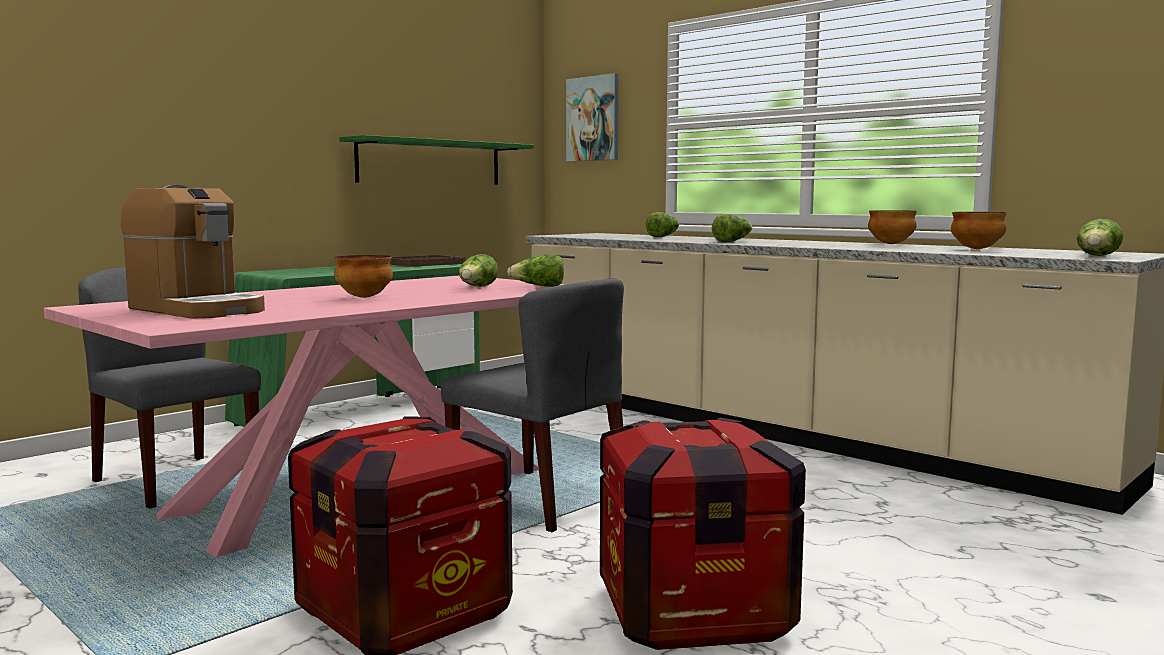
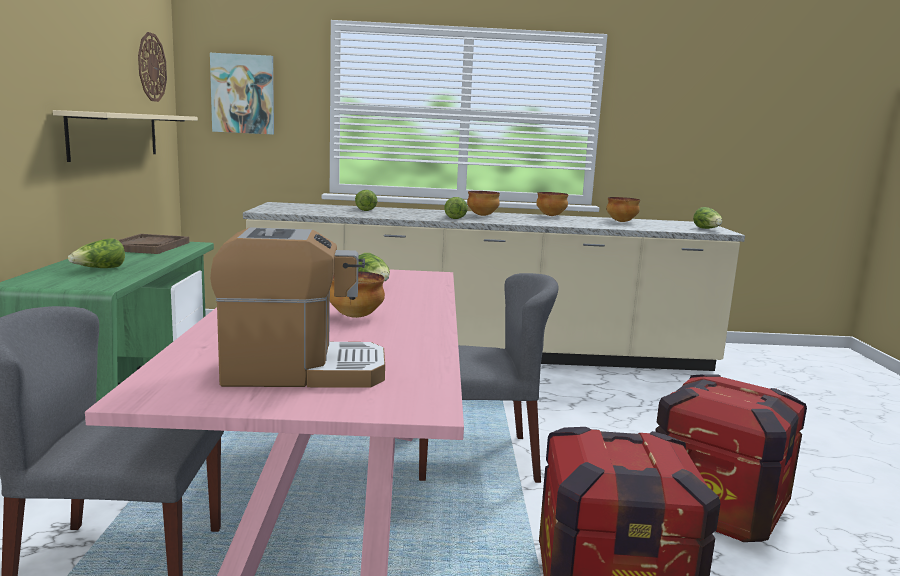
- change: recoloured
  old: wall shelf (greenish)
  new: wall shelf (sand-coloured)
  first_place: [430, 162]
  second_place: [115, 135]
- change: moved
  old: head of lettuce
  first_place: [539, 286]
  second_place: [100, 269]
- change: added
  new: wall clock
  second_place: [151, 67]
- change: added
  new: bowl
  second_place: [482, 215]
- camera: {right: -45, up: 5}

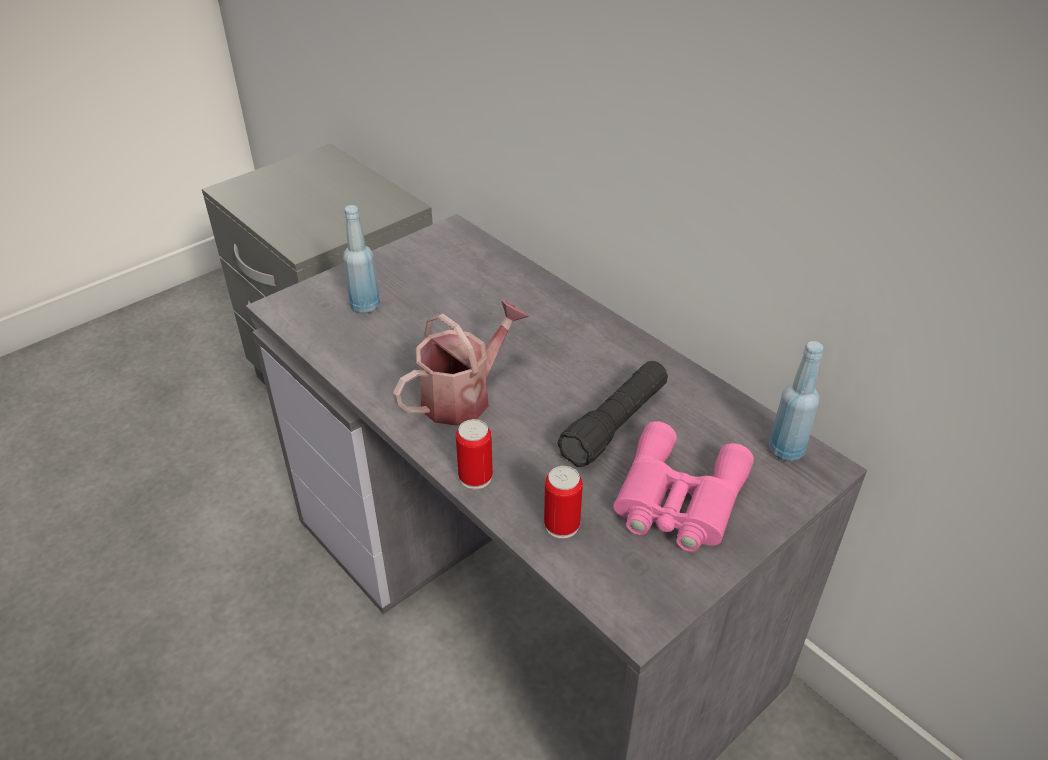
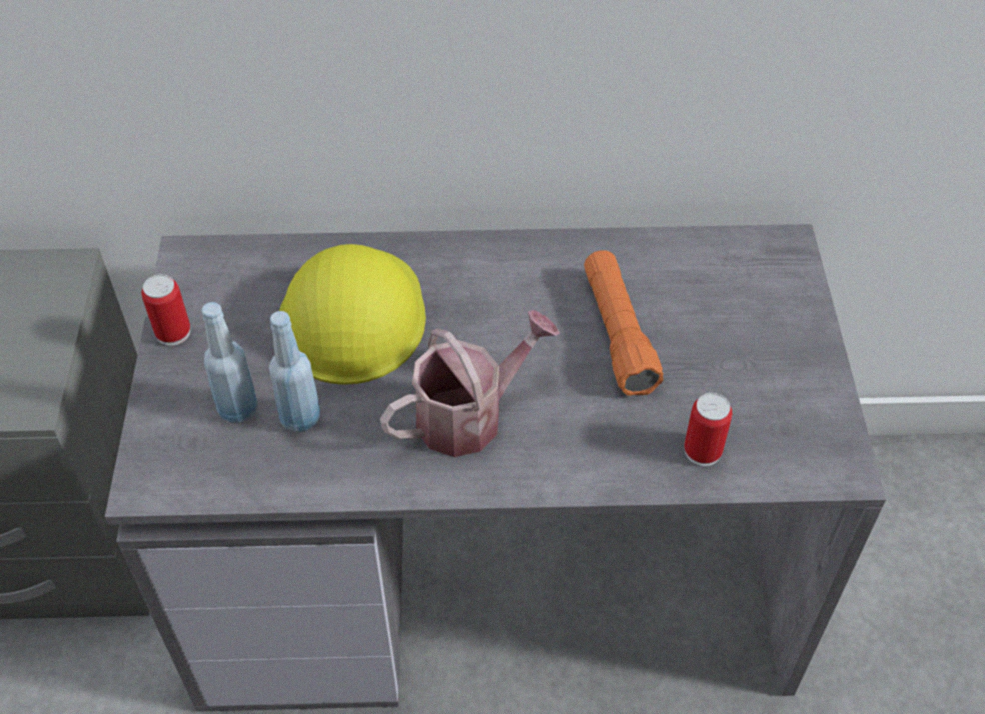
- change: turned
  old: watering can
  first_place: [463, 395]
  second_place: [470, 415]
  degrees: 60
- change: moved
  old: can
  first_place: [475, 477]
  second_place: [173, 332]
- change: recoloured
  old: torch (black)
  new: torch (orangey)
  first_place: [615, 424]
  second_place: [618, 334]
- change: removed
  old: binoculars (pink-coloured)
  first_place: [677, 500]
- change: moved
  old: drink bottle (blue)
  first_place: [786, 450]
  second_place: [300, 418]
- change: added
  new: safety helmet (yellow-coloured)
  second_place: [351, 315]
- camera: {right: -50, up: 10}

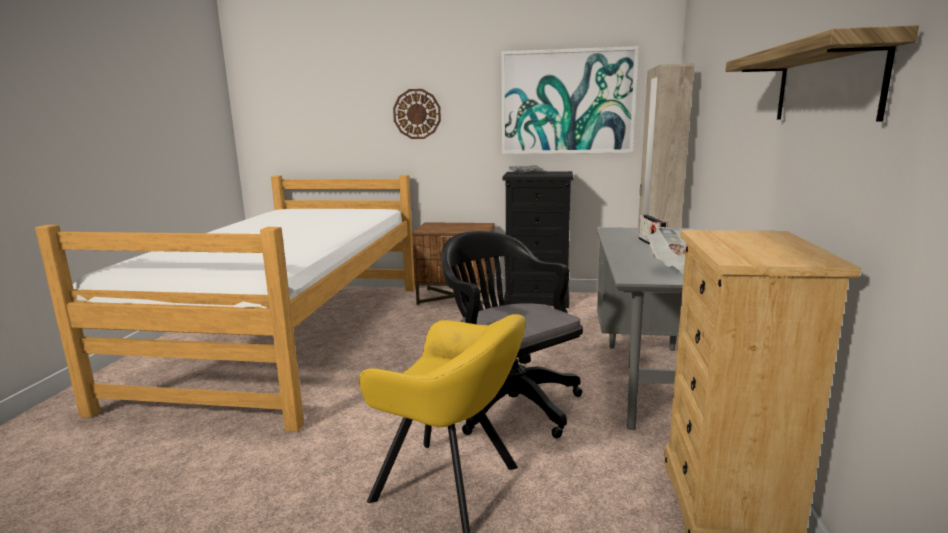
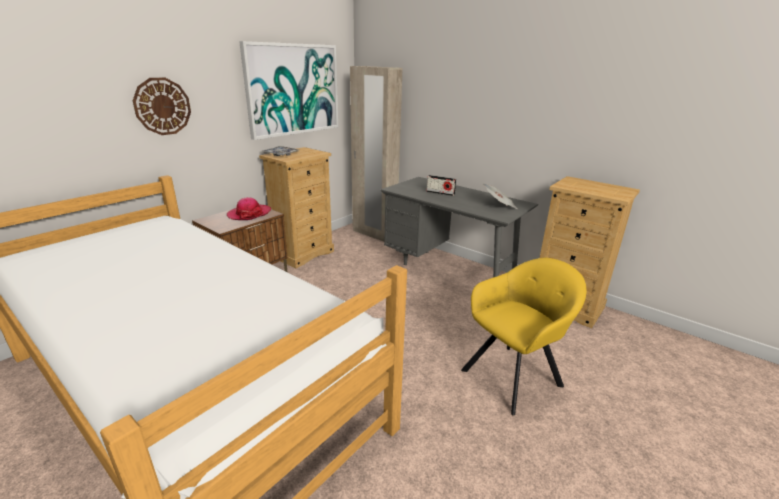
- change: removed
  old: office chair (black)
  first_place: [508, 401]
- change: recoloured
  old: dresser (black)
  new: dresser (sand-coloured)
  first_place: [537, 299]
  second_place: [303, 253]
- change: removed
  old: wall shelf
  first_place: [826, 84]
- change: added
  new: clothing hat
  second_place: [249, 214]
- camera: {right: -60, up: 10}

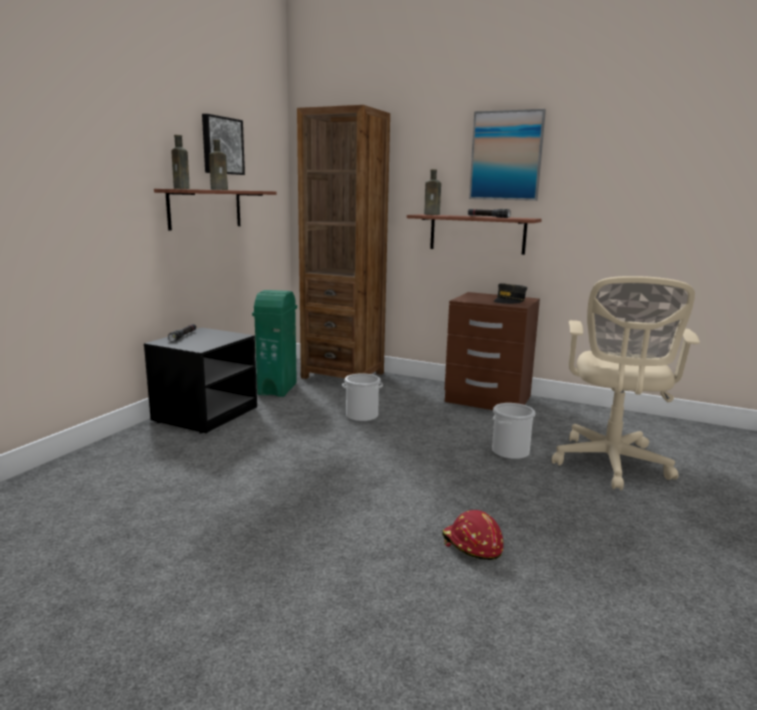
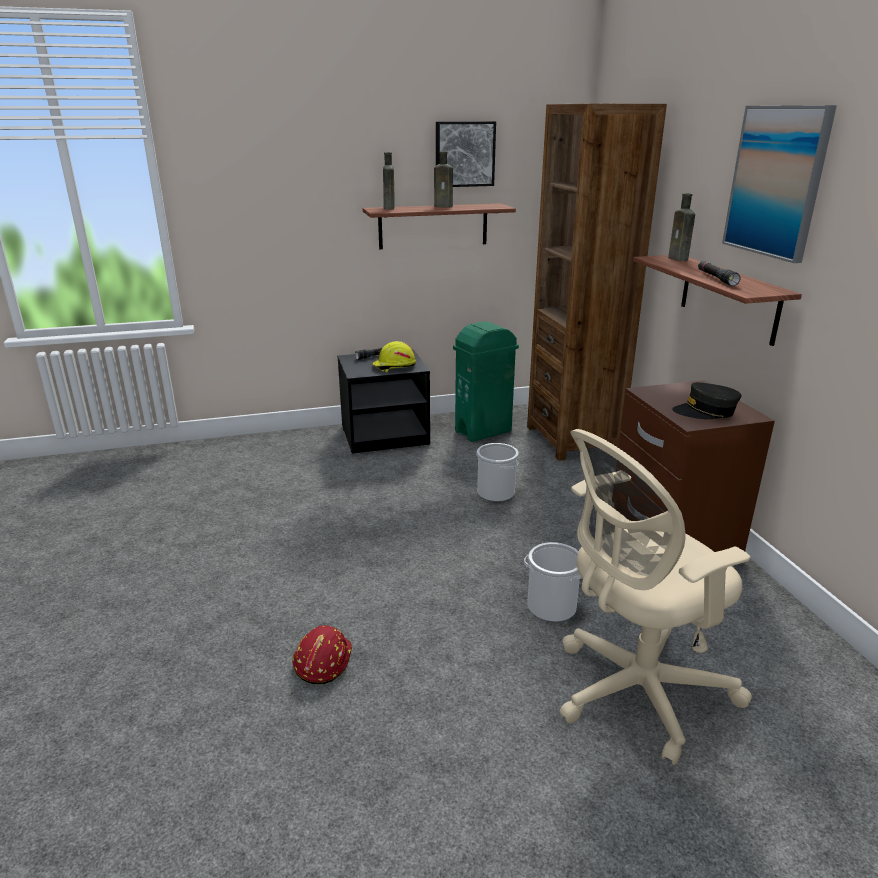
- change: added
  new: safety helmet (yellow-coloured)
  second_place: [394, 366]
- camera: {right: 50, up: 10}

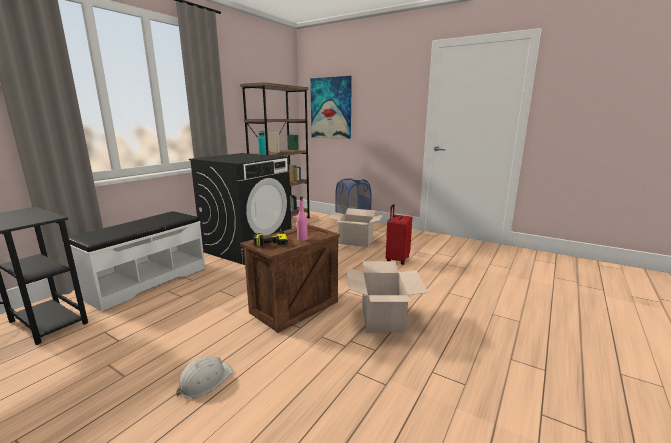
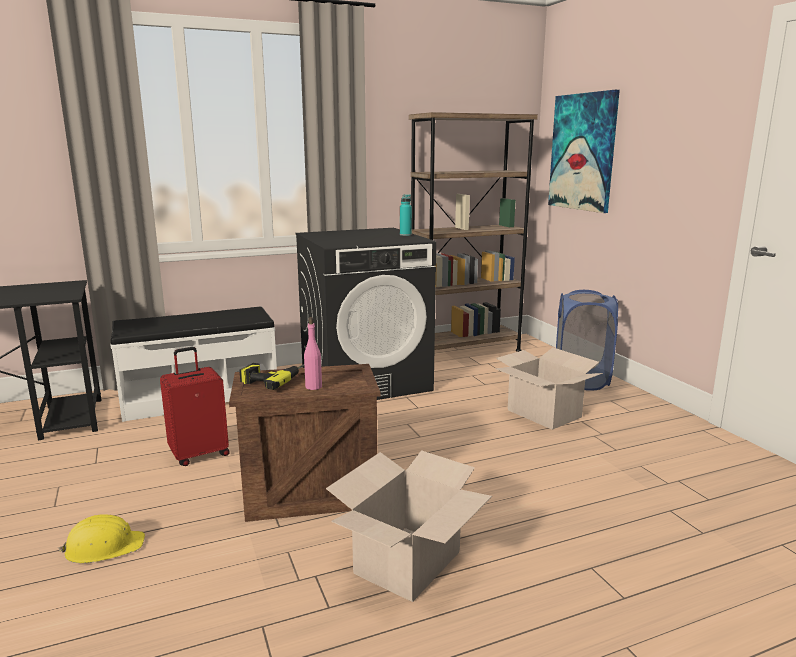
- change: recoloured
  old: safety helmet (white)
  new: safety helmet (yellow-coloured)
  first_place: [204, 381]
  second_place: [104, 547]
- change: moved
  old: travel case (red)
  first_place: [397, 260]
  second_place: [199, 454]
- camera: {right: 35, up: 0}

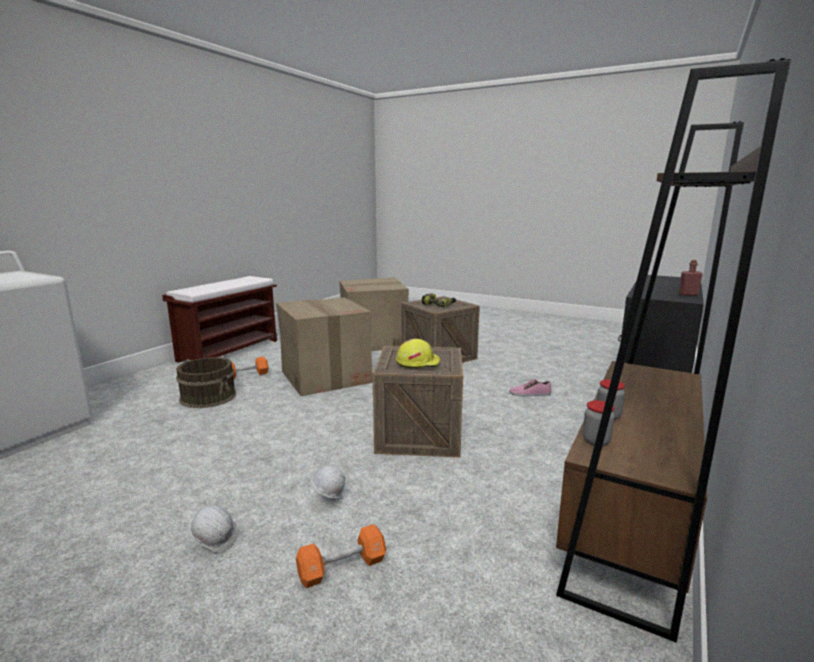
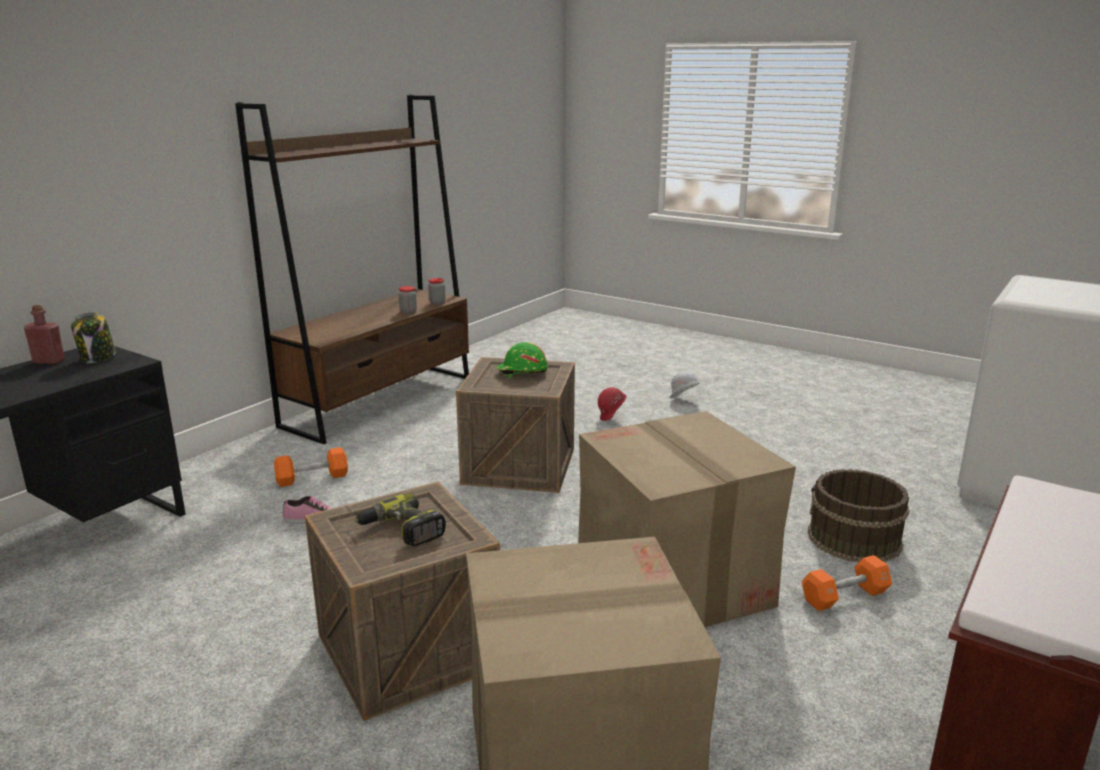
- change: moved
  old: hand weight (orangey)
  first_place: [342, 568]
  second_place: [312, 478]
- change: recoloured
  old: safety helmet (white)
  new: safety helmet (red)
  first_place: [328, 500]
  second_place: [611, 418]
- change: recoloured
  old: safety helmet (yellow-coloured)
  new: safety helmet (greenish)
  first_place: [418, 363]
  second_place: [522, 371]
- change: added
  new: jar
  second_place: [98, 358]
- camera: {right: -175, up: 5}

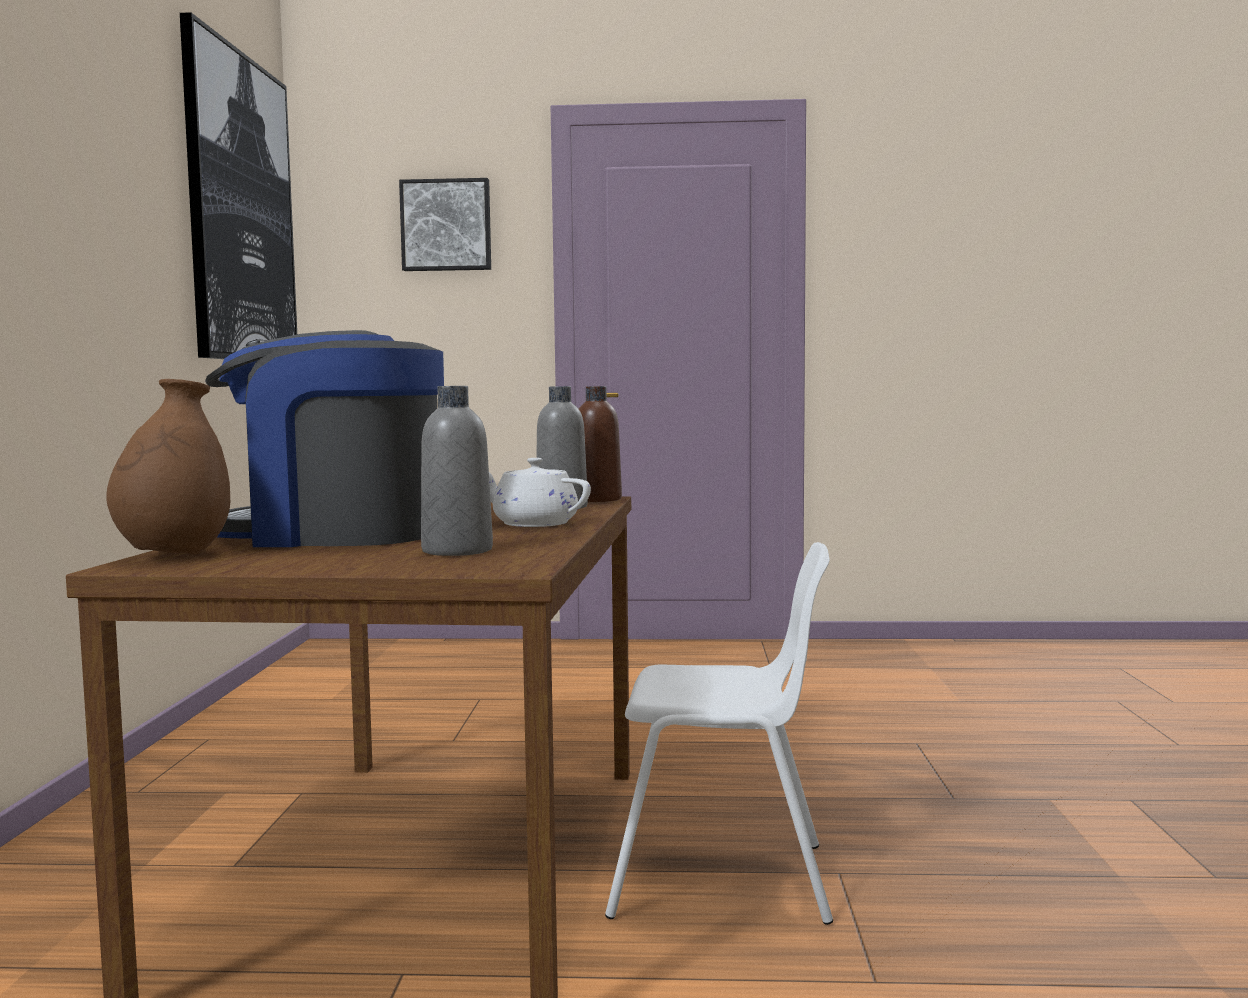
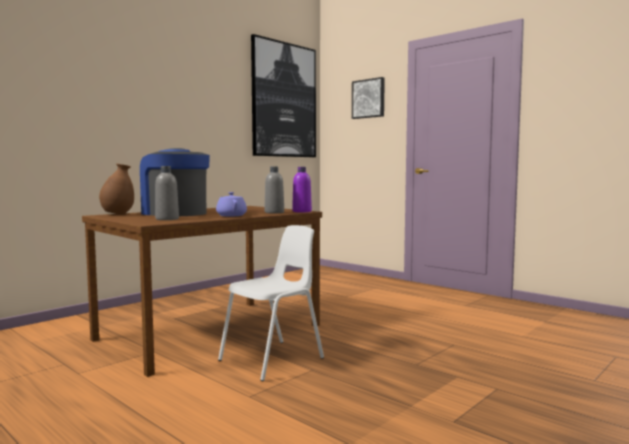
- change: recoloured
  old: tea pot (white)
  new: tea pot (purplish)
  first_place: [533, 524]
  second_place: [231, 215]
- change: recoloured
  old: drink bottle (brown)
  new: drink bottle (purplish)
  first_place: [597, 499]
  second_place: [302, 211]
- change: turned
  old: upright chair (white)
  first_place: [722, 880]
  second_place: [273, 359]
  degrees: -90
- camera: {right: 40, up: 0}

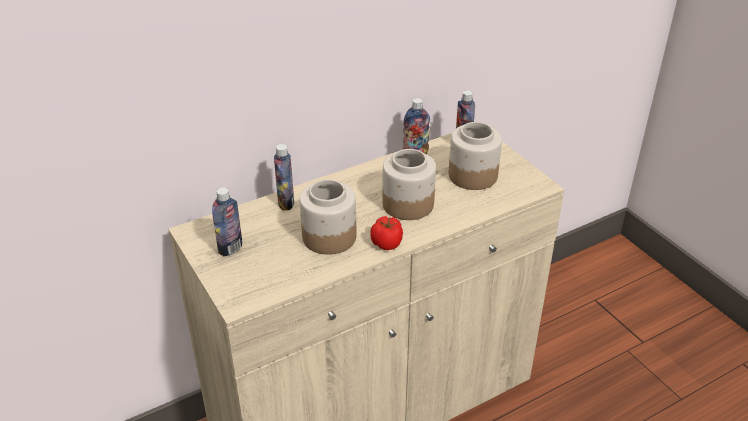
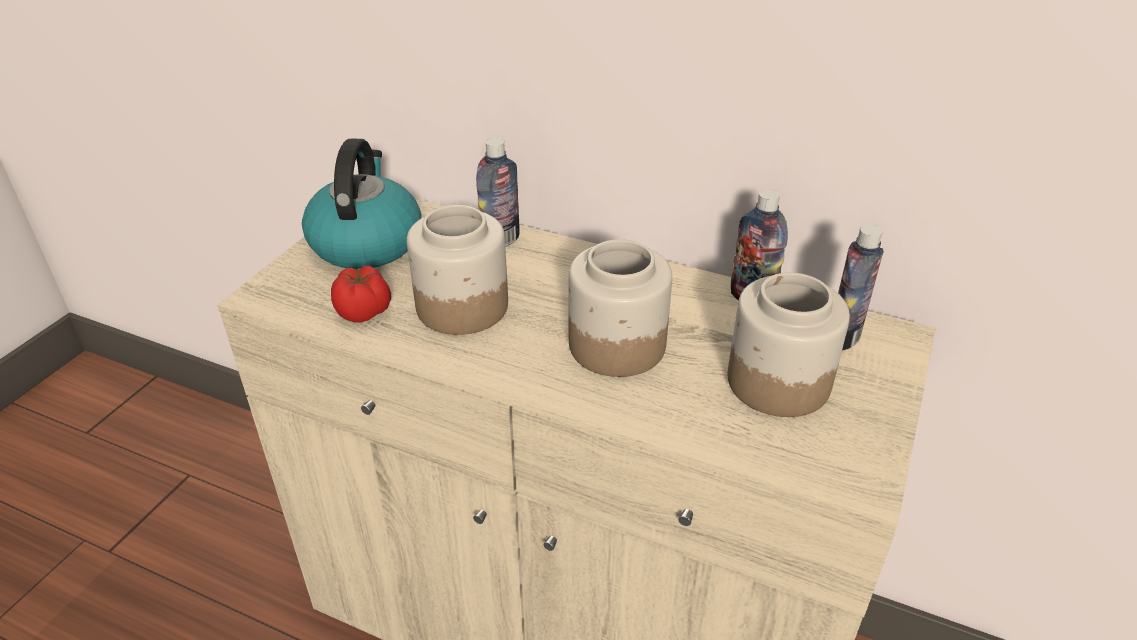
- change: replaced
  old: drink bottle
  new: tea kettle
  first_place: [230, 248]
  second_place: [366, 242]
- change: moved
  old: fresh tomato
  first_place: [387, 243]
  second_place: [365, 312]
- camera: {right: 55, up: 0}

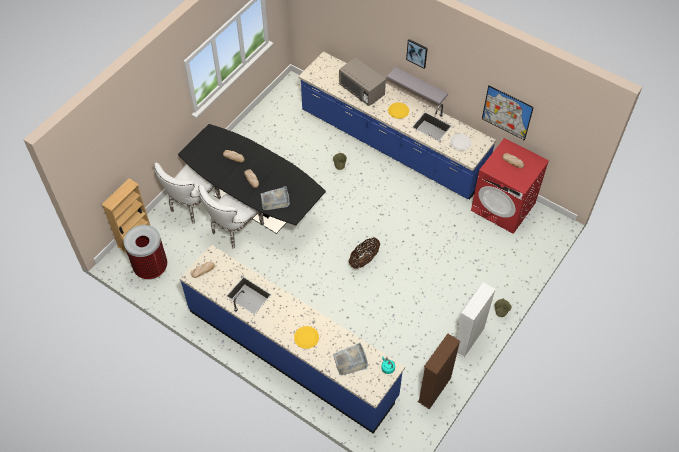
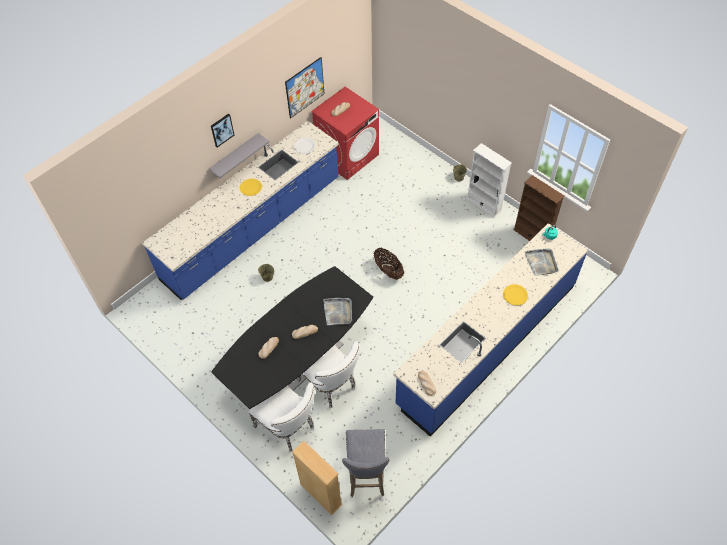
- change: replaced
  old: rubbish bin
  new: stool (greyish)
  first_place: [151, 267]
  second_place: [366, 477]
- change: removed
  old: microwave (greyish)
  first_place: [362, 90]
- camera: {right: -80, up: 0}

